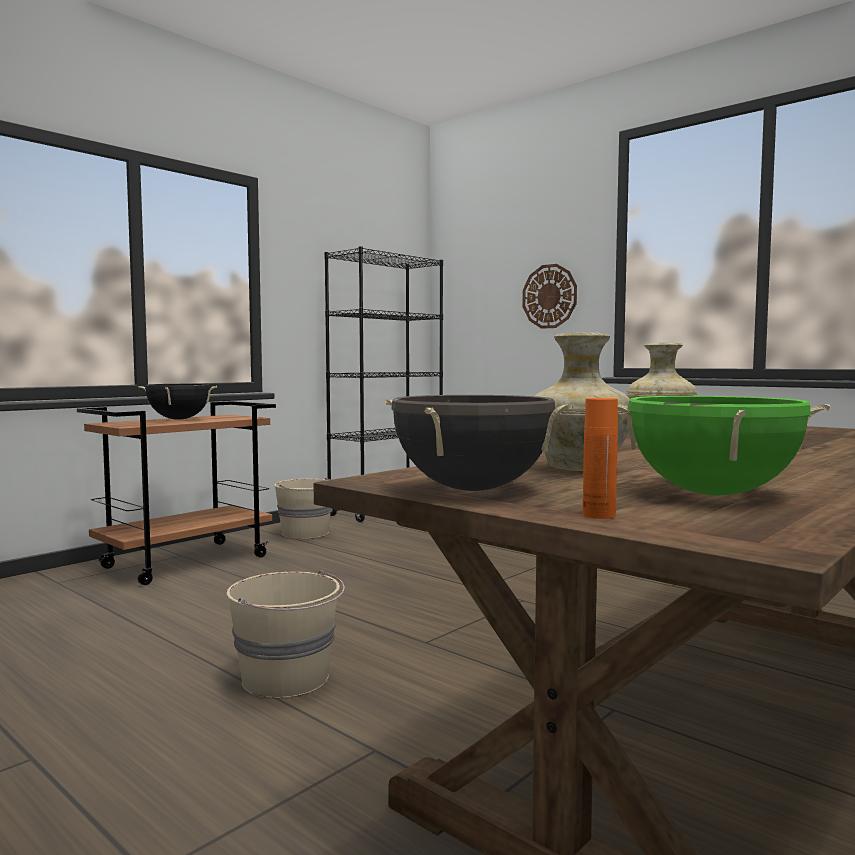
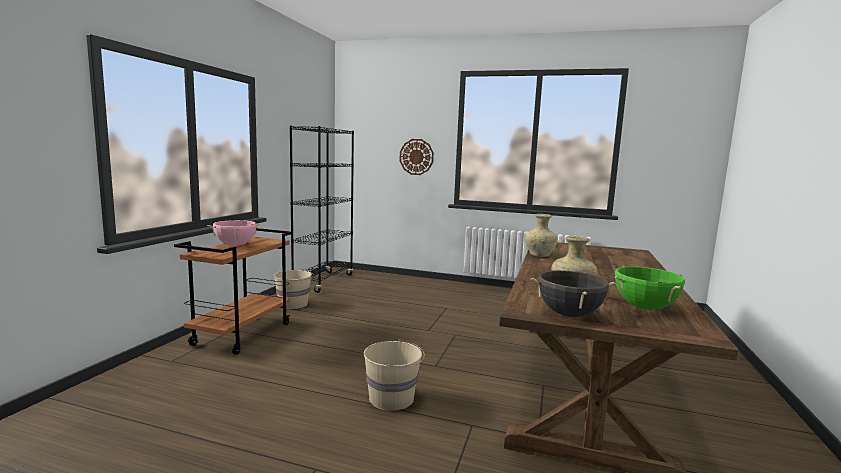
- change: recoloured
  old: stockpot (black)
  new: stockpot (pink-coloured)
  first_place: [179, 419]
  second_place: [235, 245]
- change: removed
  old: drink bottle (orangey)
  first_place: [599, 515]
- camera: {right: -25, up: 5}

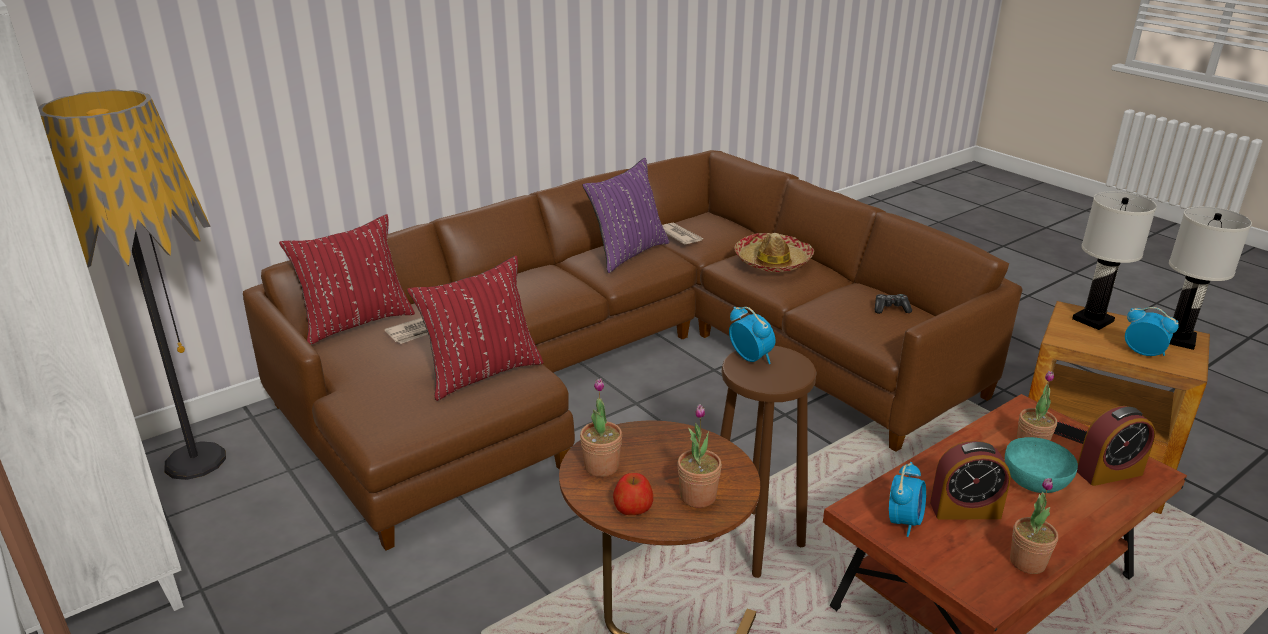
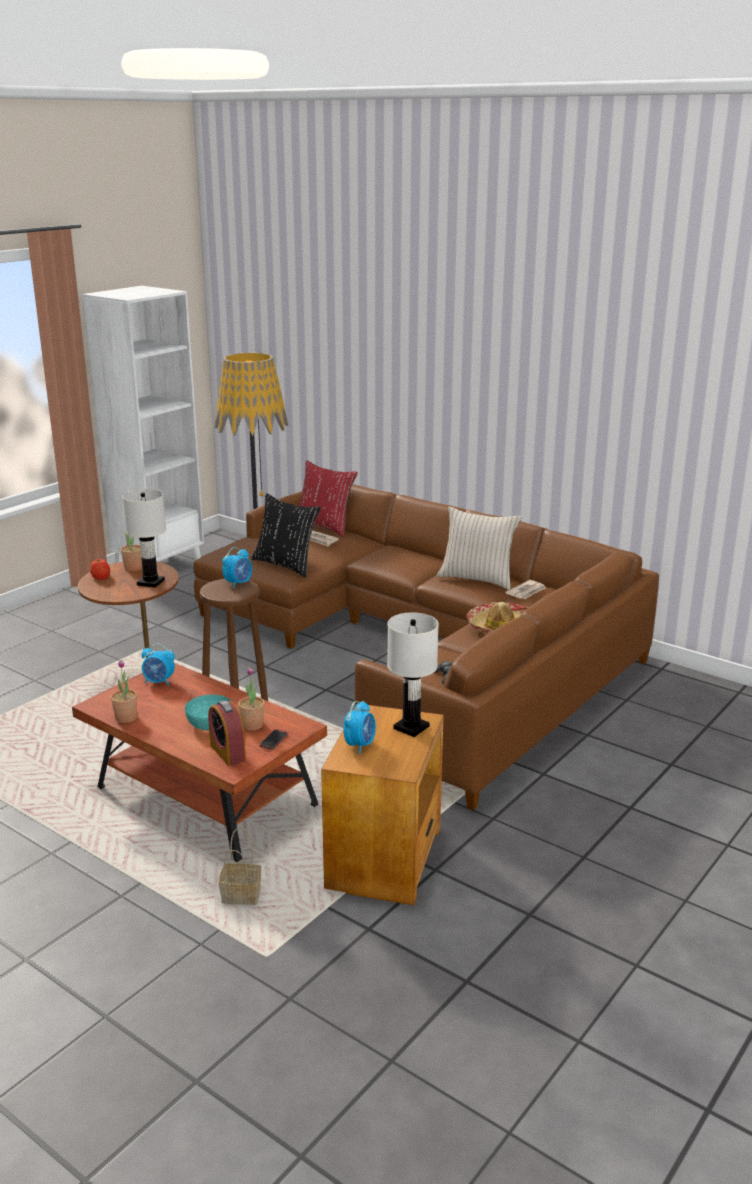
- change: recoloured
  old: throw pillow (red)
  new: throw pillow (black)
  first_place: [482, 373]
  second_place: [286, 565]
- change: recoloured
  old: throw pillow (purplish)
  new: throw pillow (sand-coloured)
  first_place: [627, 254]
  second_place: [477, 579]
- change: removed
  old: potted plant
  first_place: [698, 496]
- change: removed
  old: alarm clock
  first_place: [965, 510]
- change: moved
  old: tabletop lamp (white)
  first_place: [1177, 339]
  second_place: [150, 582]
- change: added
  new: household basket
  second_place: [240, 896]
- camera: {right: 75, up: -5}

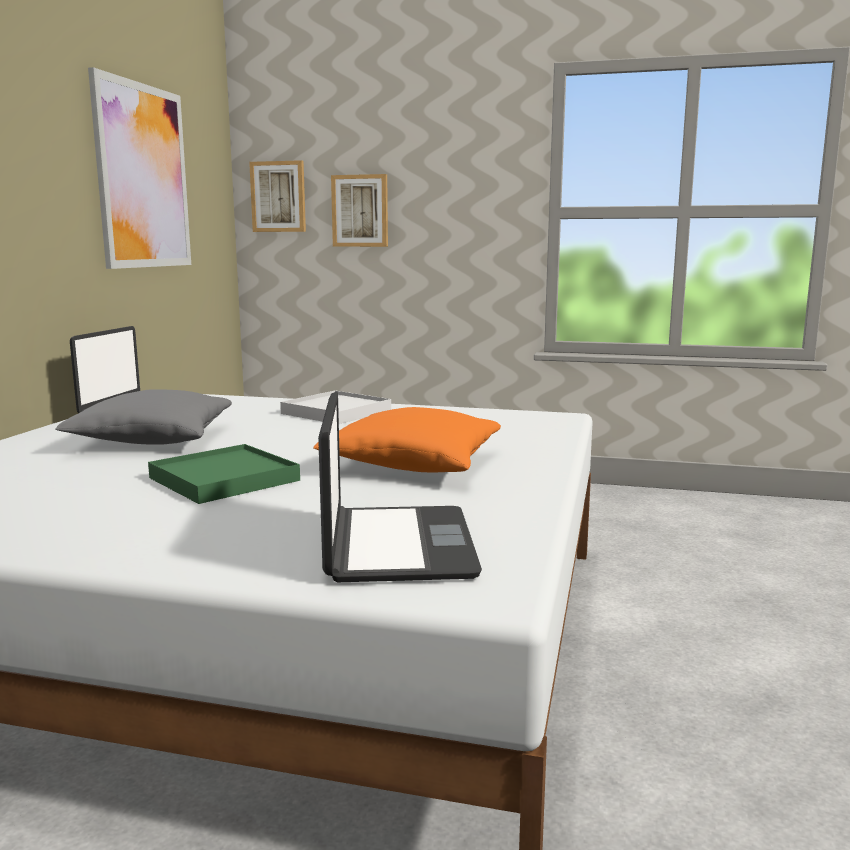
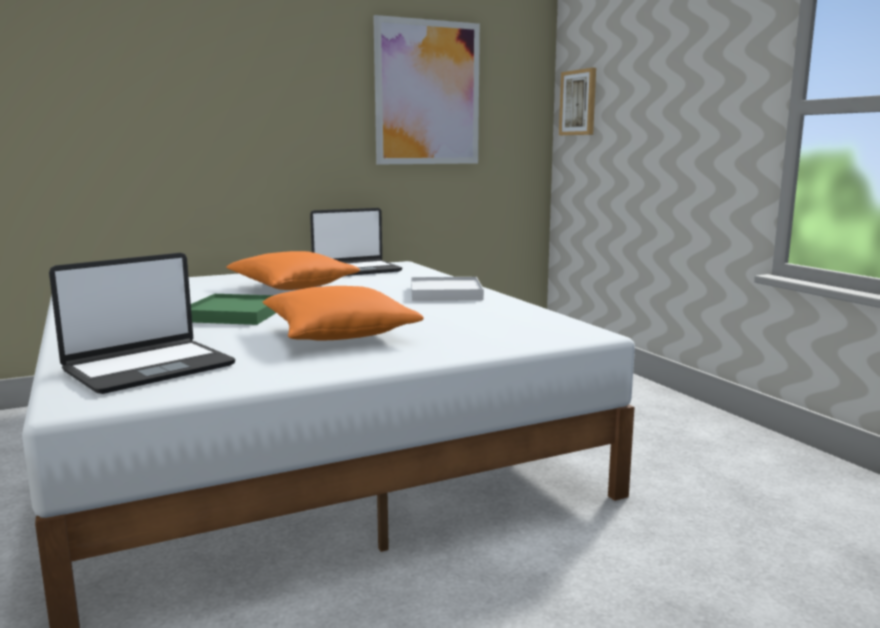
- change: recoloured
  old: throw pillow (greyish)
  new: throw pillow (orangey)
  first_place: [153, 440]
  second_place: [293, 287]
- change: removed
  old: picture
  first_place: [360, 211]
- camera: {right: 50, up: 0}

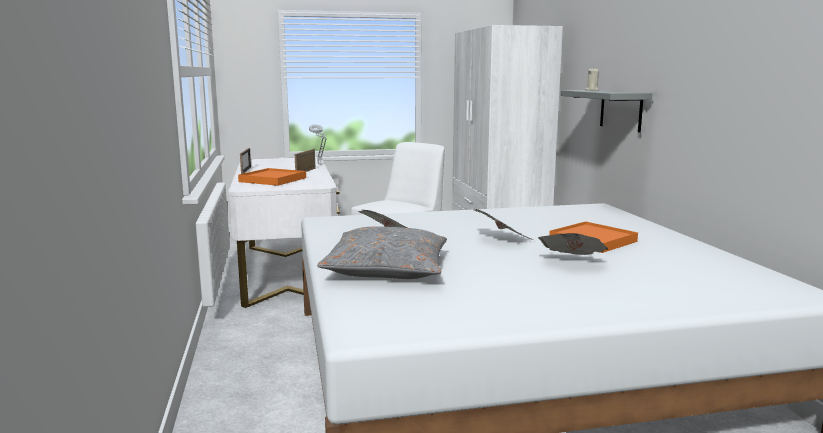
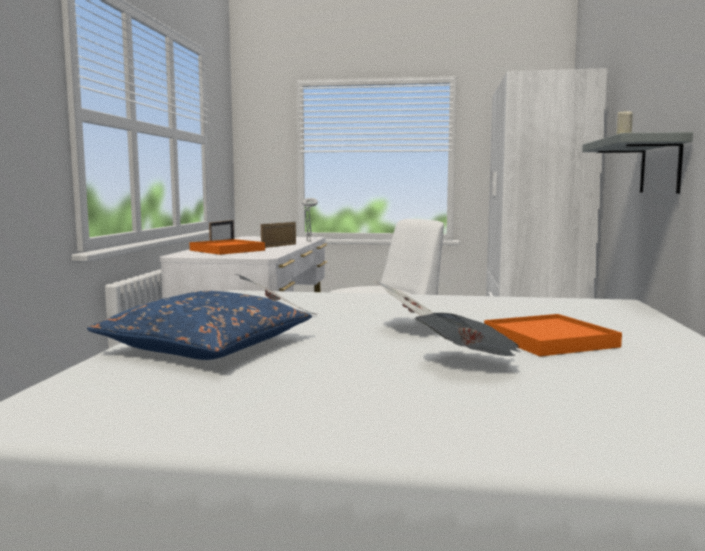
- change: recoloured
  old: throw pillow (greyish)
  new: throw pillow (blue)
  first_place: [387, 269]
  second_place: [207, 346]
- camera: {right: 20, up: -5}

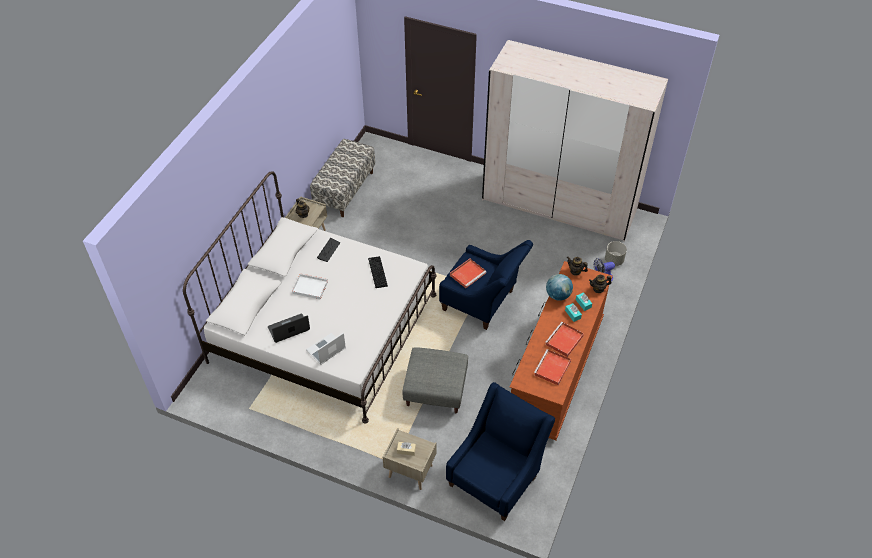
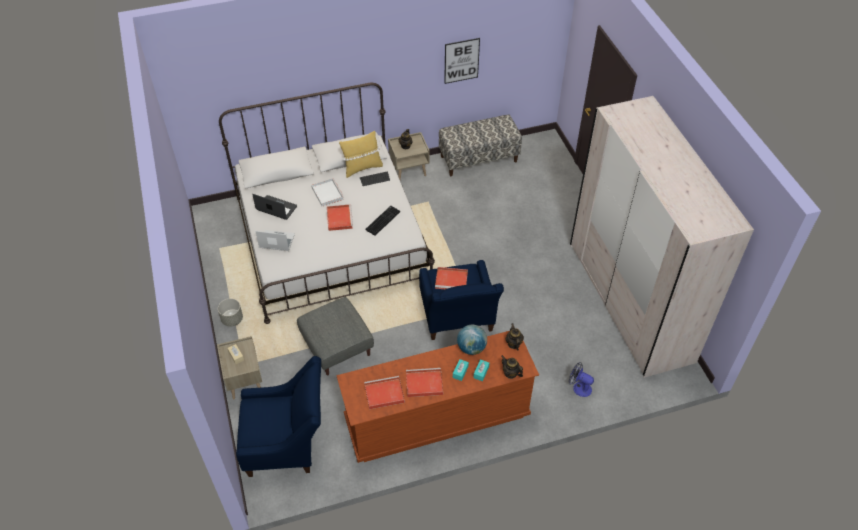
- change: moved
  old: flower pot (greyish)
  first_place: [613, 260]
  second_place: [232, 319]
- change: added
  new: tray (red)
  second_place: [339, 218]
- change: added
  new: throw pillow (yellow-coloured)
  second_place: [362, 168]
- change: added
  new: picture
  second_place: [461, 60]
- camera: {right: 50, up: 0}

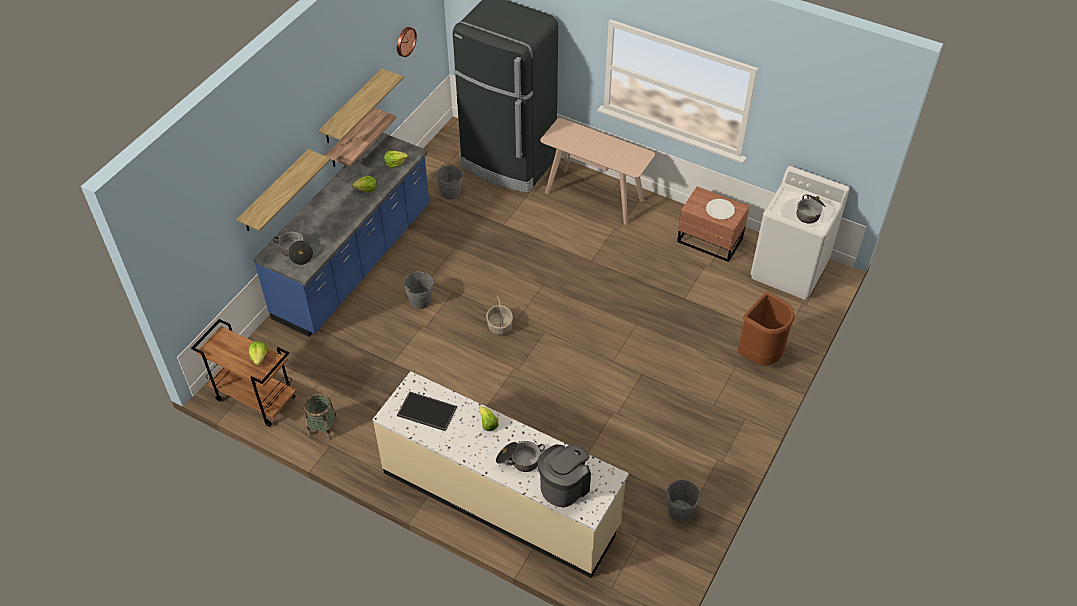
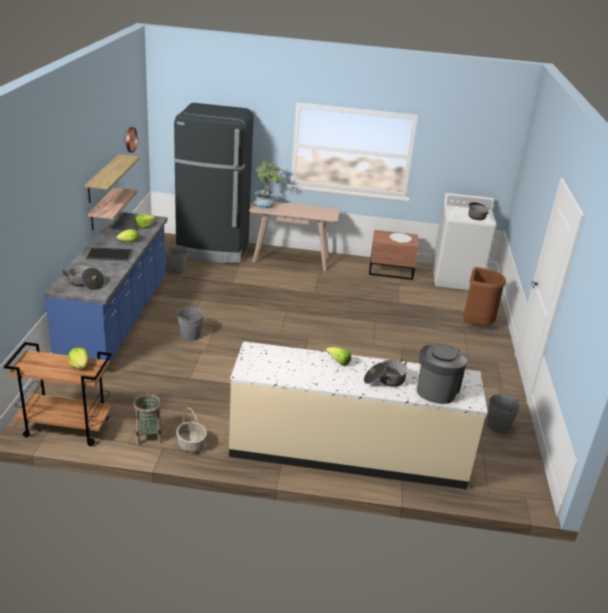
- change: removed
  old: wall shelf
  first_place: [275, 192]
- change: moved
  old: tray
  first_place: [426, 412]
  second_place: [109, 255]
- change: moved
  old: household basket
  first_place: [499, 326]
  second_place: [191, 444]
- change: added
  new: potted plant
  second_place: [266, 206]
- camera: {right: -25, up: -20}

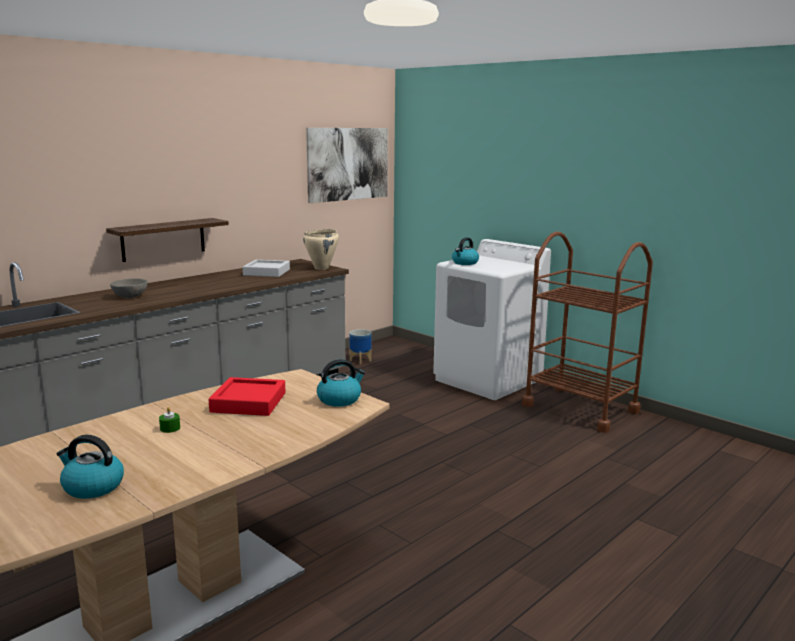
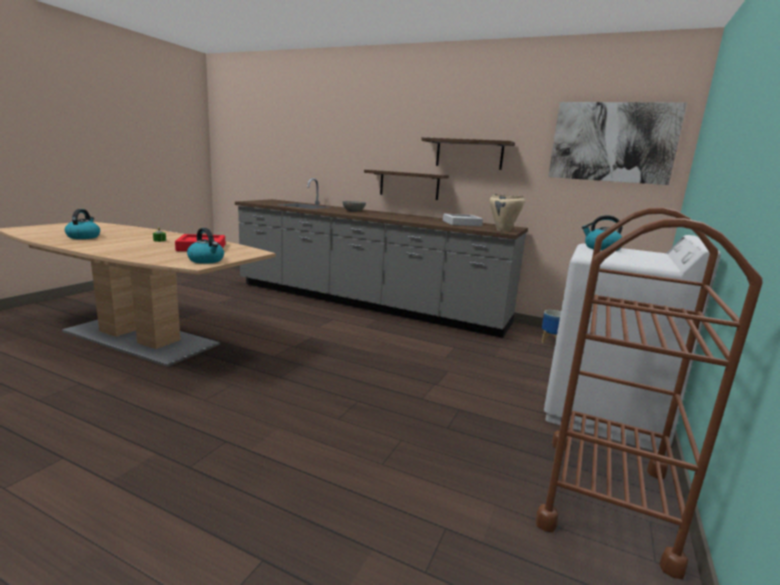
- change: added
  new: wall shelf
  second_place: [469, 154]
- camera: {right: 70, up: 0}

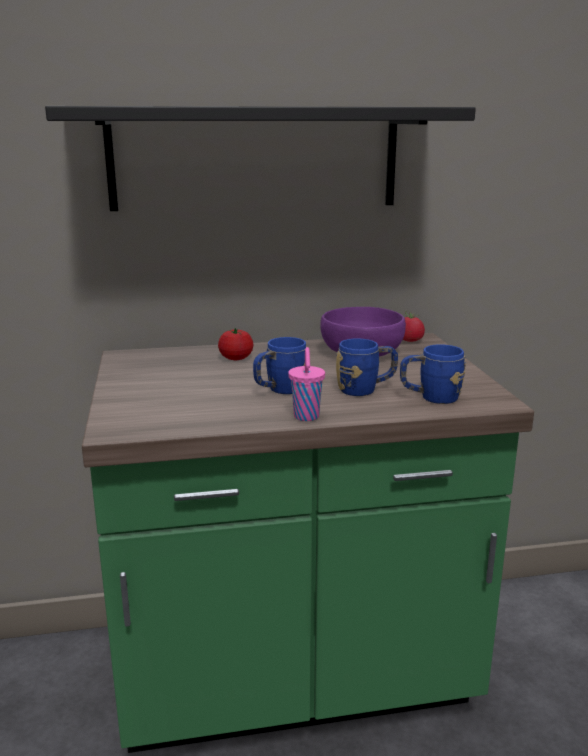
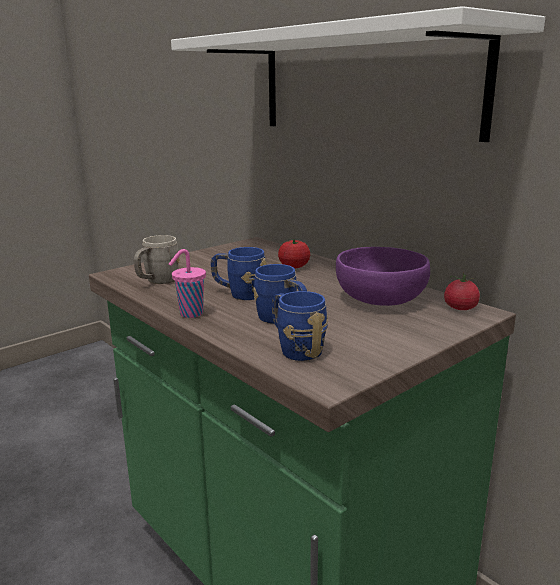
- change: recoloured
  old: wall shelf (black)
  new: wall shelf (white)
  first_place: [255, 159]
  second_place: [363, 83]
- change: added
  new: coffee mug (greyish)
  second_place: [157, 281]
- camera: {right: 60, up: 0}

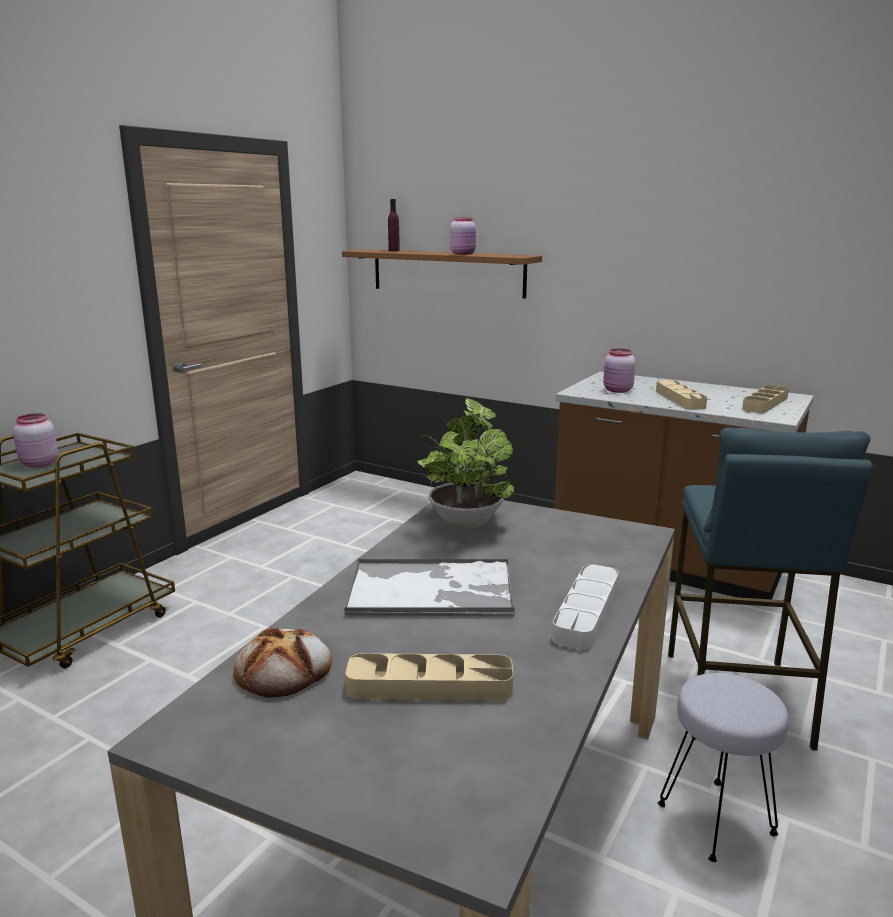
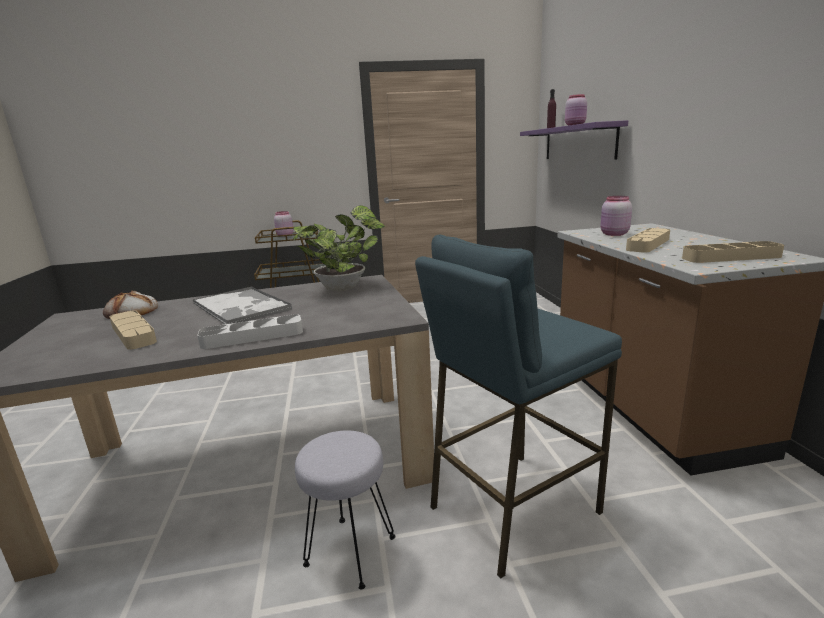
- change: recoloured
  old: wall shelf (brown)
  new: wall shelf (purplish)
  first_place: [447, 272]
  second_place: [578, 142]
- camera: {right: 50, up: 0}

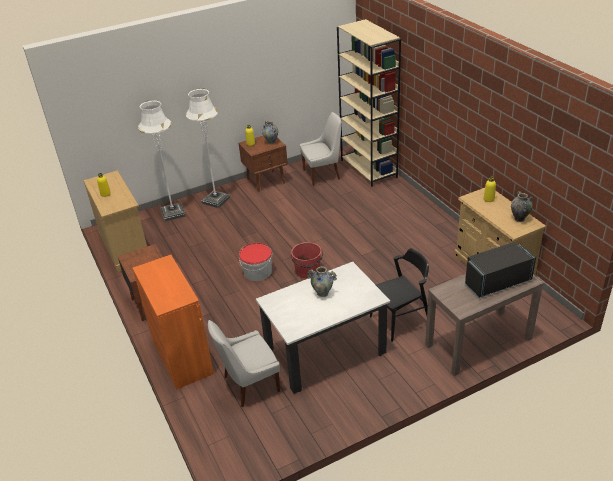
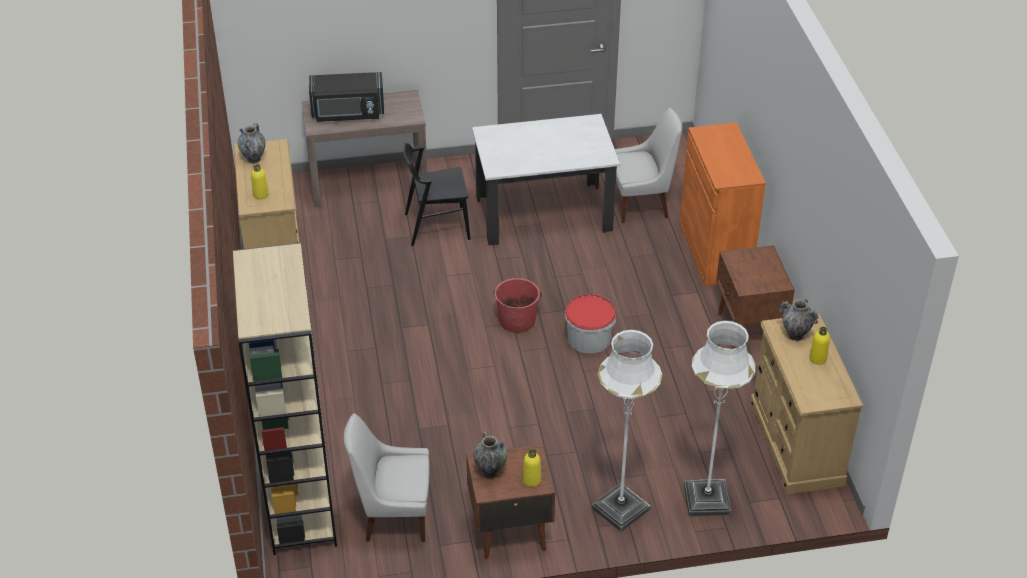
- change: moved
  old: decorative vase
  first_place: [322, 293]
  second_place: [795, 335]
- camera: {right: -165, up: 5}

